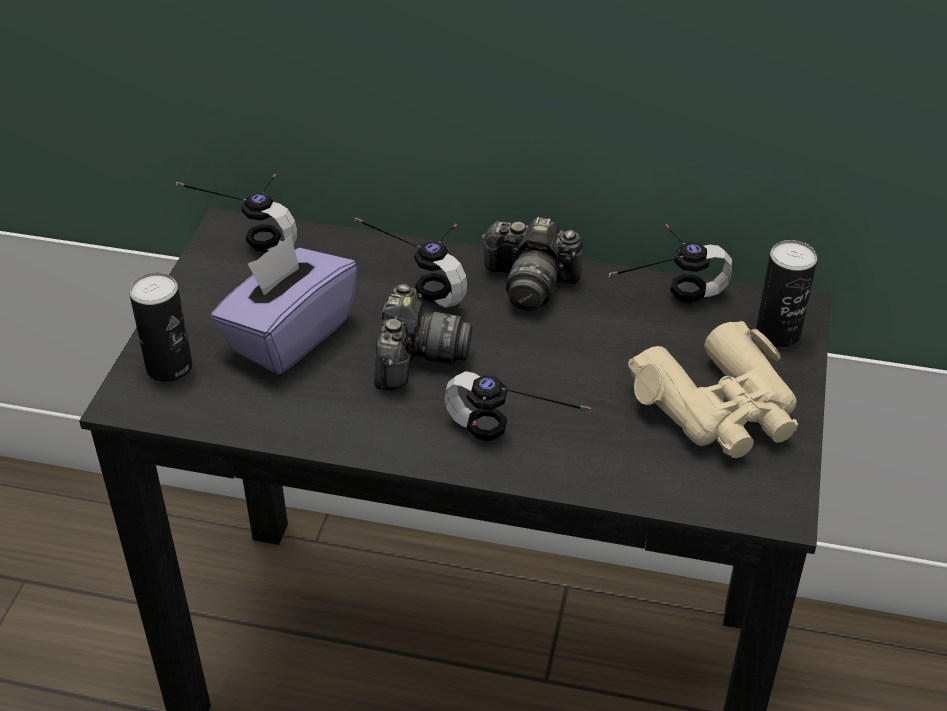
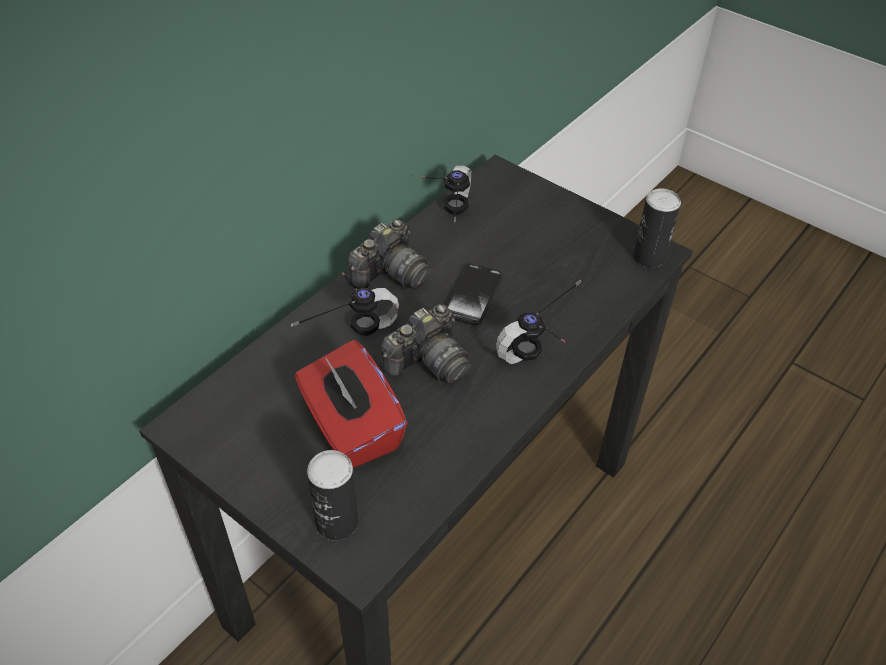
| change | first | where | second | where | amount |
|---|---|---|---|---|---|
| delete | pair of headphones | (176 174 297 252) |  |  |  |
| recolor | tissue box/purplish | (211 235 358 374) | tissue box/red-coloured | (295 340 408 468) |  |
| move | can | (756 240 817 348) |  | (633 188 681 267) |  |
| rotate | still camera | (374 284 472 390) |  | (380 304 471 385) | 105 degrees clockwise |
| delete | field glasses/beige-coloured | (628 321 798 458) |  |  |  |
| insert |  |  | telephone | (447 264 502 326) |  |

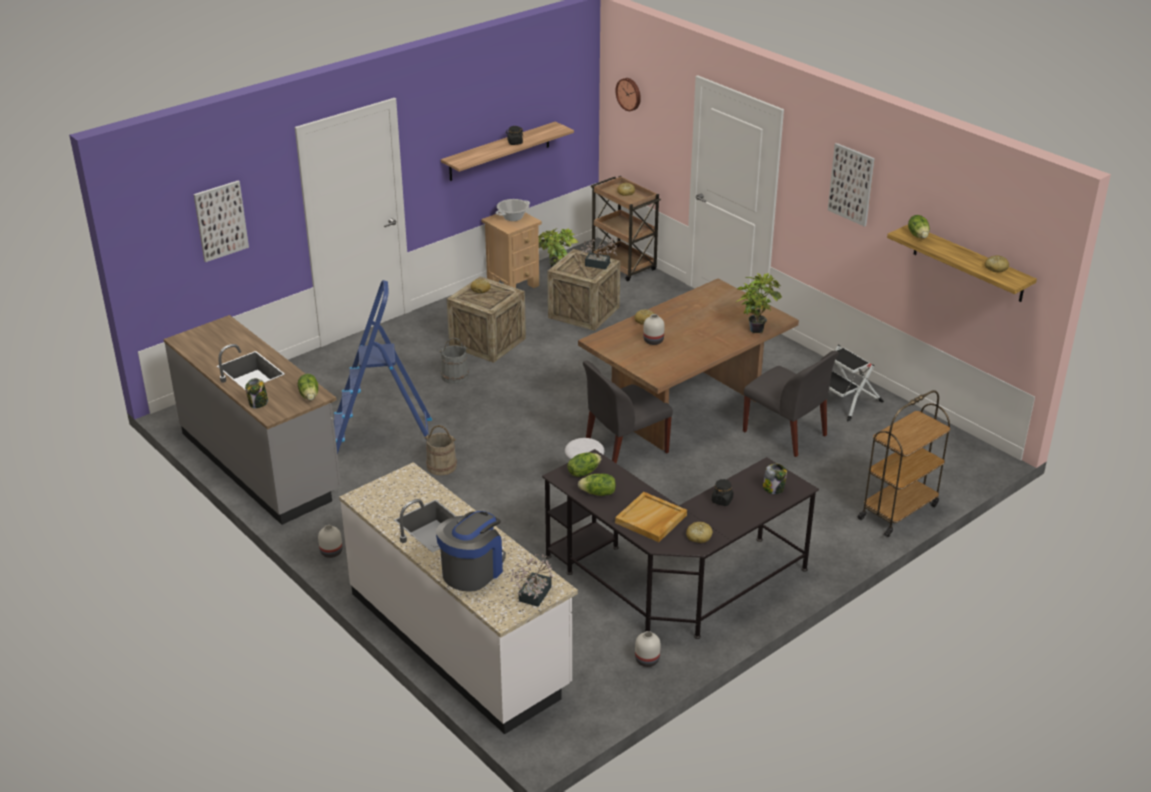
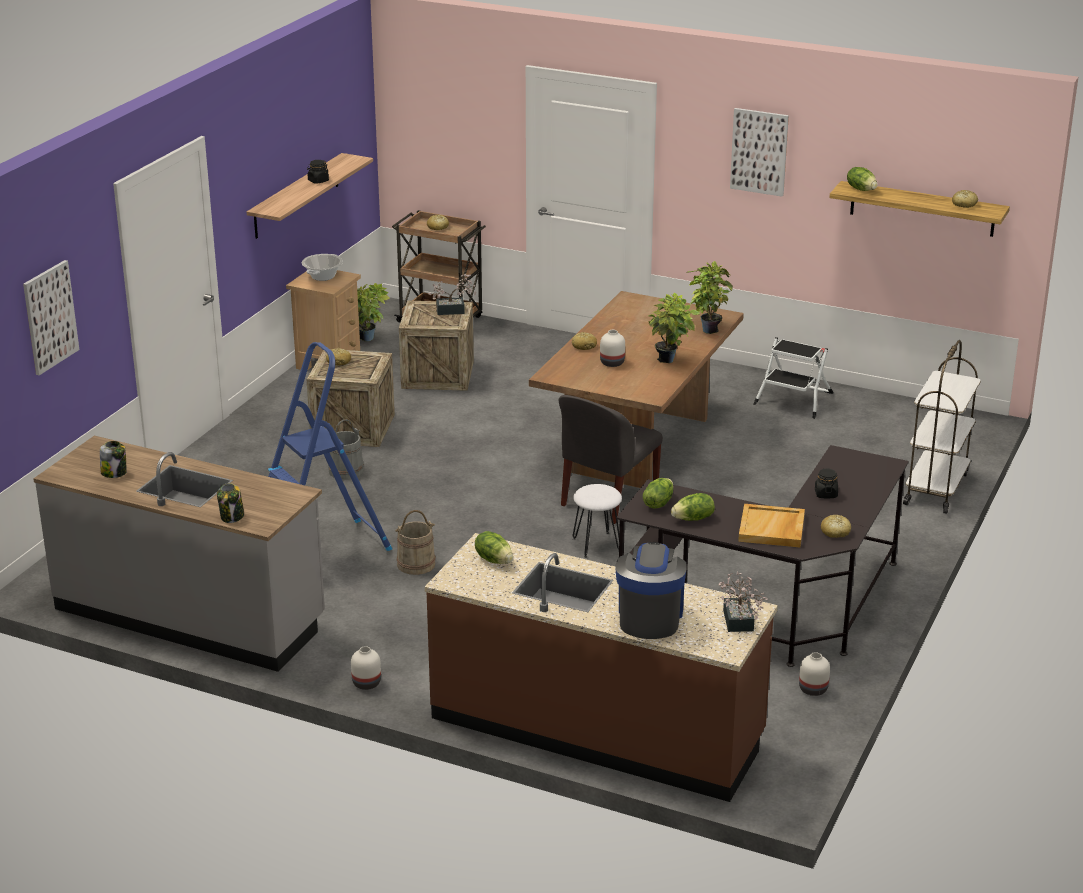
| change | first | where | second | where | amount |
|---|---|---|---|---|---|
| delete | clock on the wall | (616 78 641 111) |  |  |  |
| delete | chair/grey | (743 351 839 457) |  |  |  |
| move | lettuce | (298 374 318 400) |  | (475 531 513 564) |  |
| recolor | wheeled cart/brownish | (858 390 951 537) | wheeled cart/white-coloured | (903 340 981 513) |  |
| recolor | kitchen counter/white-coloured | (339 462 578 734) | kitchen counter/brownish | (425 533 778 802) |  |
| move | storage jar | (763 464 787 494) |  | (100 441 127 478) |  |
| insert |  |  | houseplant | (648 292 700 363) |  |

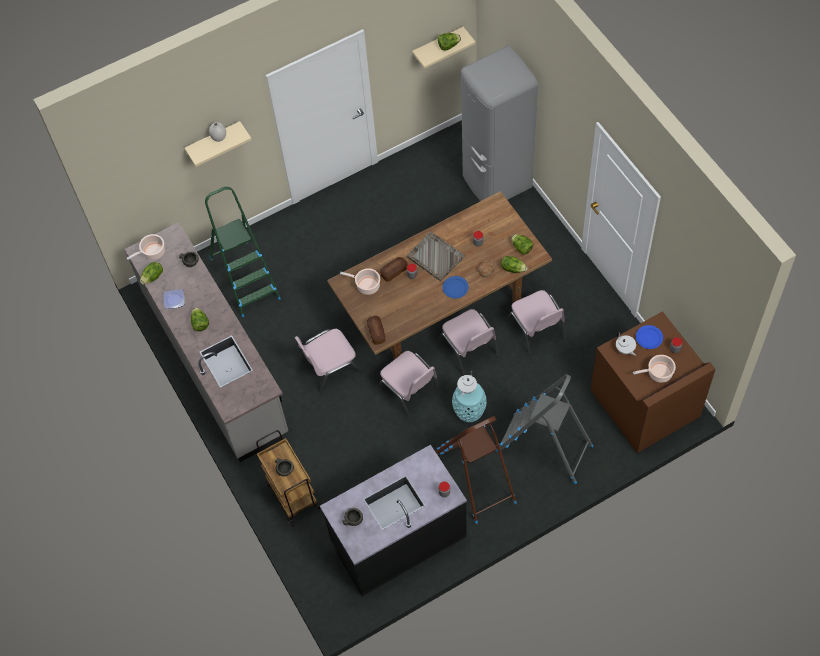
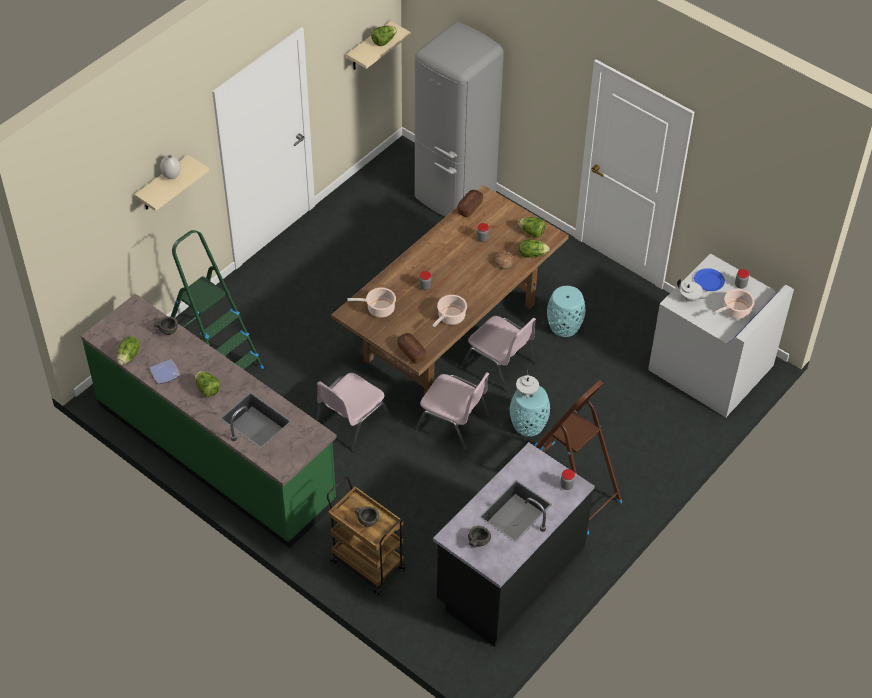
| change | first | where | second | where | amount |
|---|---|---|---|---|---|
| recolor | kitchen counter/grey | (125 222 288 462) | kitchen counter/green-coloured | (81 294 337 548) |  |
| delete | serving tray/grey | (406 232 465 281) |  |  |  |
| move | cooking pot | (127 234 165 260) |  | (432 295 467 327) |  |
| move | bakery bread | (380 257 408 282) |  | (457 190 483 218) |  |
| delete | dinner plate/blue | (442 276 469 299) |  |  |  |
| replace | chair/pink | (506 290 566 355) | stool/turquoise | (547 286 585 337) |  |
| recolor | laundry appliance/brownish | (590 311 716 453) | laundry appliance/white-coloured | (648 253 794 418) |  |
| delete | stepladder/grey | (496 374 594 484) |  |  |  |

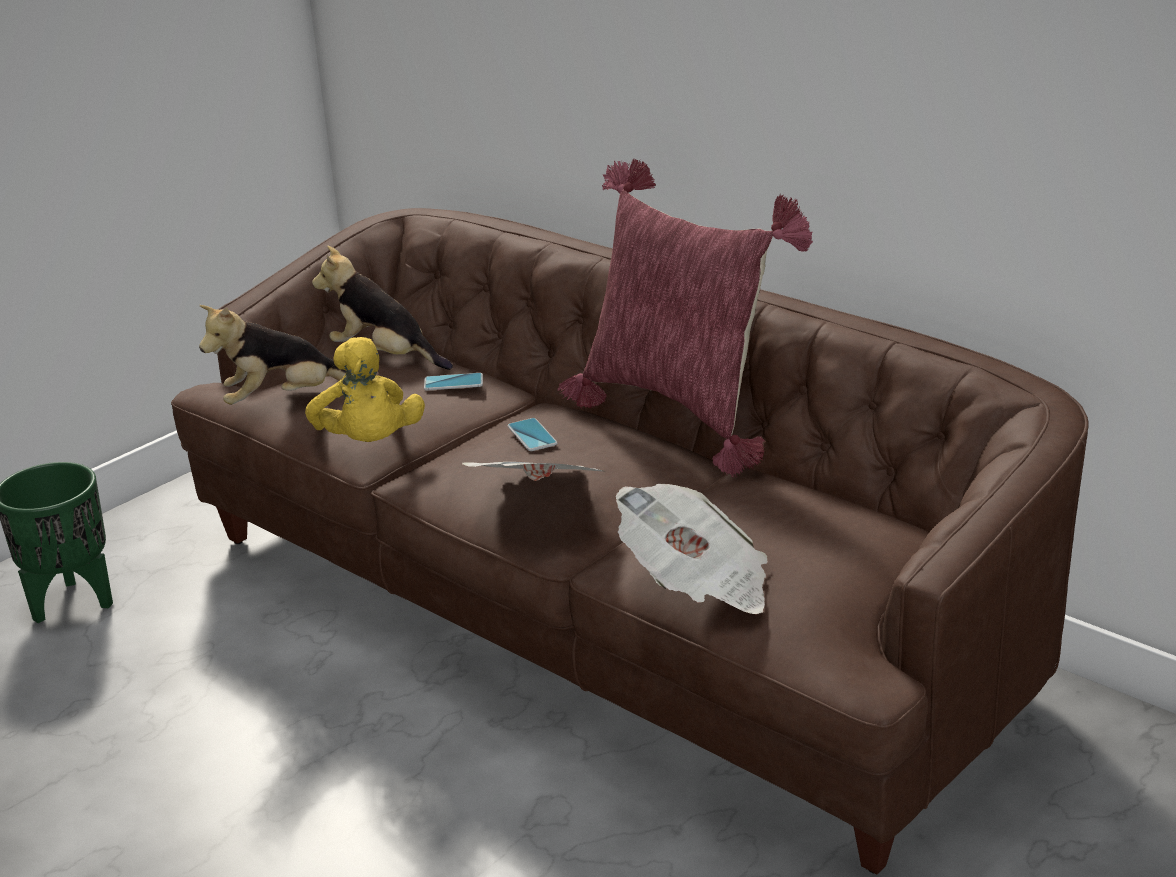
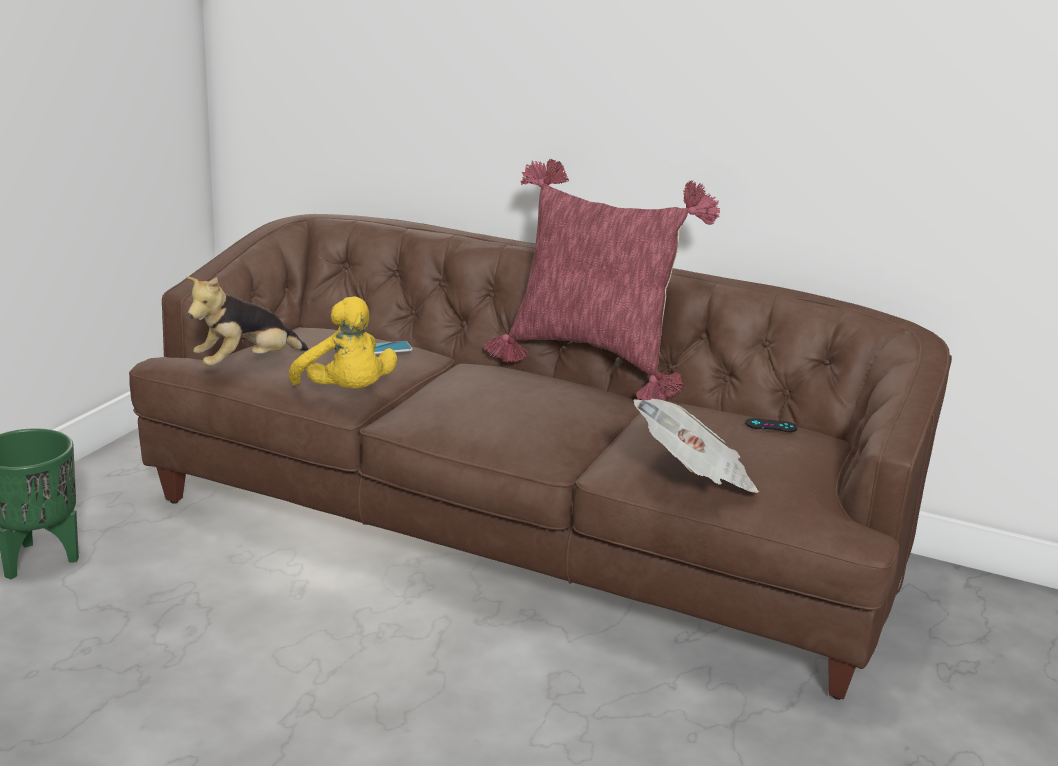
| change | first | where | second | where | amount |
|---|---|---|---|---|---|
| delete | soft toy | (312 246 453 370) |  |  |  |
| delete | telephone | (508 418 558 451) |  |  |  |
| delete | newspaper | (462 462 605 481) |  |  |  |
| insert |  |  | joypad/black-coloured | (745 418 798 432) |  |

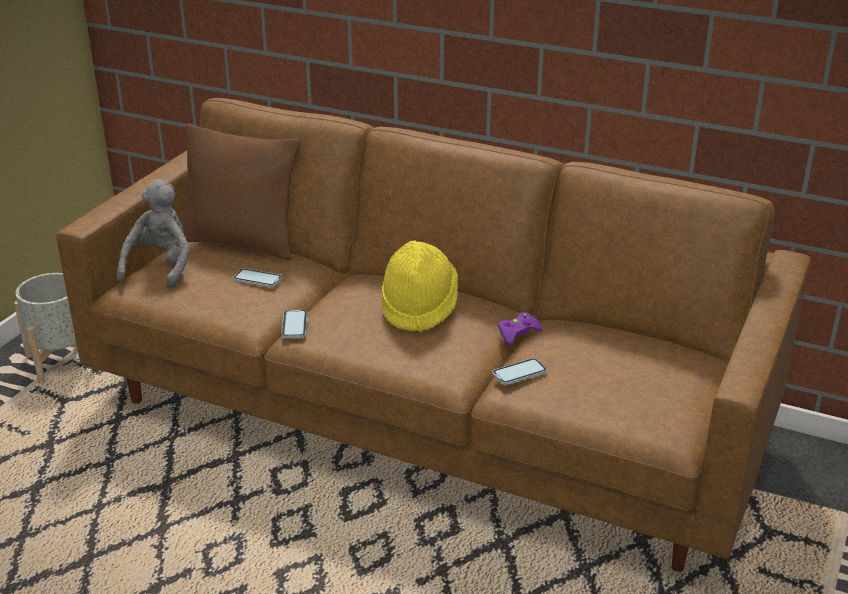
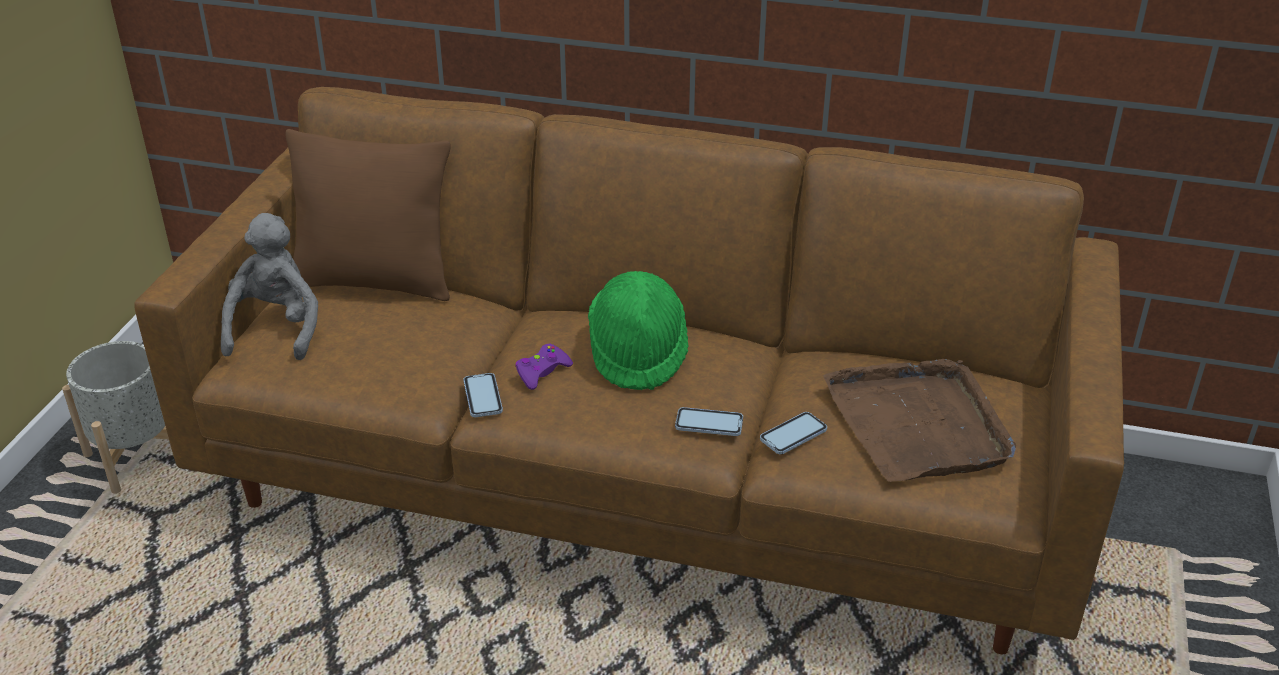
| change | first | where | second | where | amount |
|---|---|---|---|---|---|
| recolor | hat/yellowish | (382 241 458 332) | hat/green-coloured | (588 271 688 390) |  |
| move | telephone | (233 268 282 287) |  | (675 407 743 436) |  |
| move | joypad/purplish | (498 312 543 344) |  | (515 344 573 390) |  |
| insert |  |  | serving tray/brownish | (823 359 1016 482) |  |

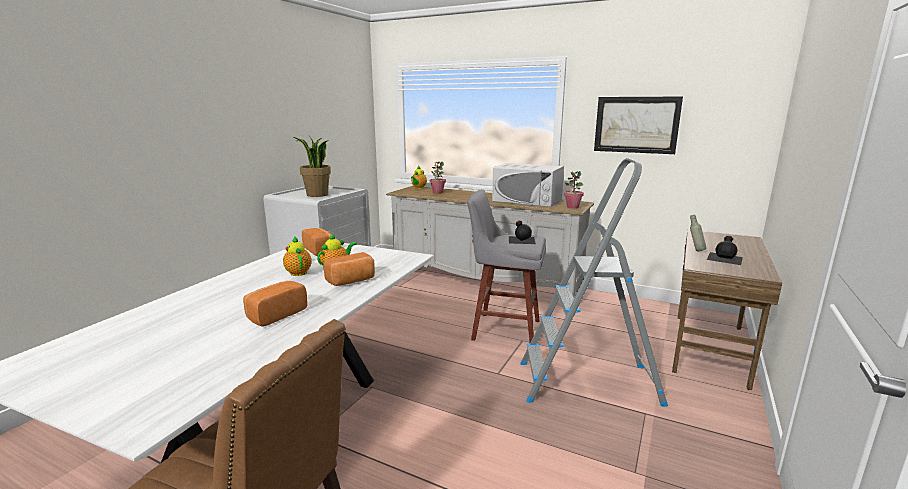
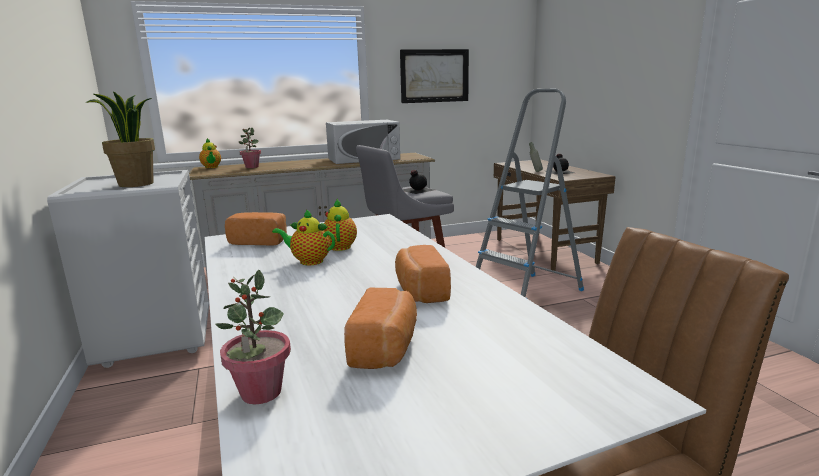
| change | first | where | second | where | amount |
|---|---|---|---|---|---|
| move | houseplant | (564 171 584 209) |  | (216 270 291 404) |  |
| move | bakery bread | (324 252 375 286) |  | (344 288 417 369) |  |

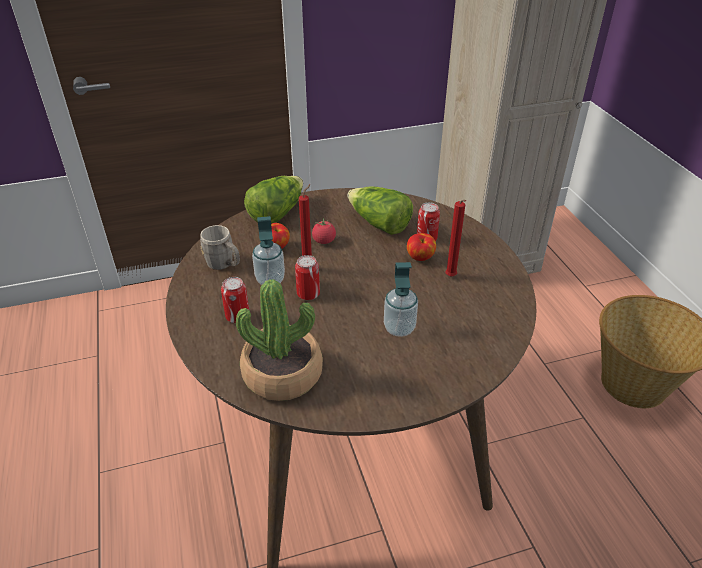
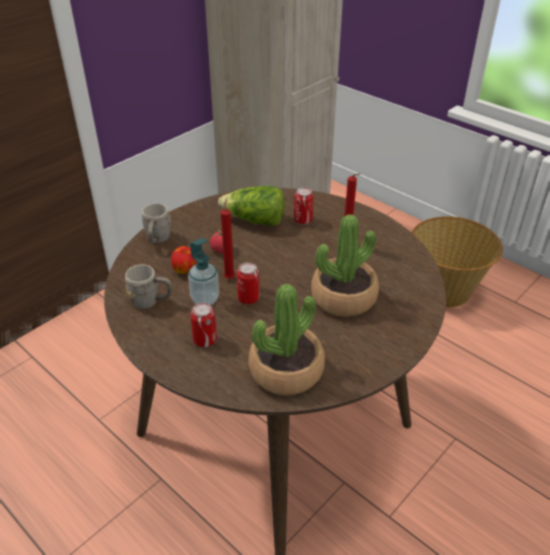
| change | first | where | second | where | amount |
|---|---|---|---|---|---|
| replace | lettuce | (244 176 303 224) | mug/grey | (142 203 171 244) |  |
| delete | whole apple | (407 233 436 261) |  |  |  |
| replace | soap dispenser | (384 262 418 337) | houseplant | (311 214 379 317) |  |

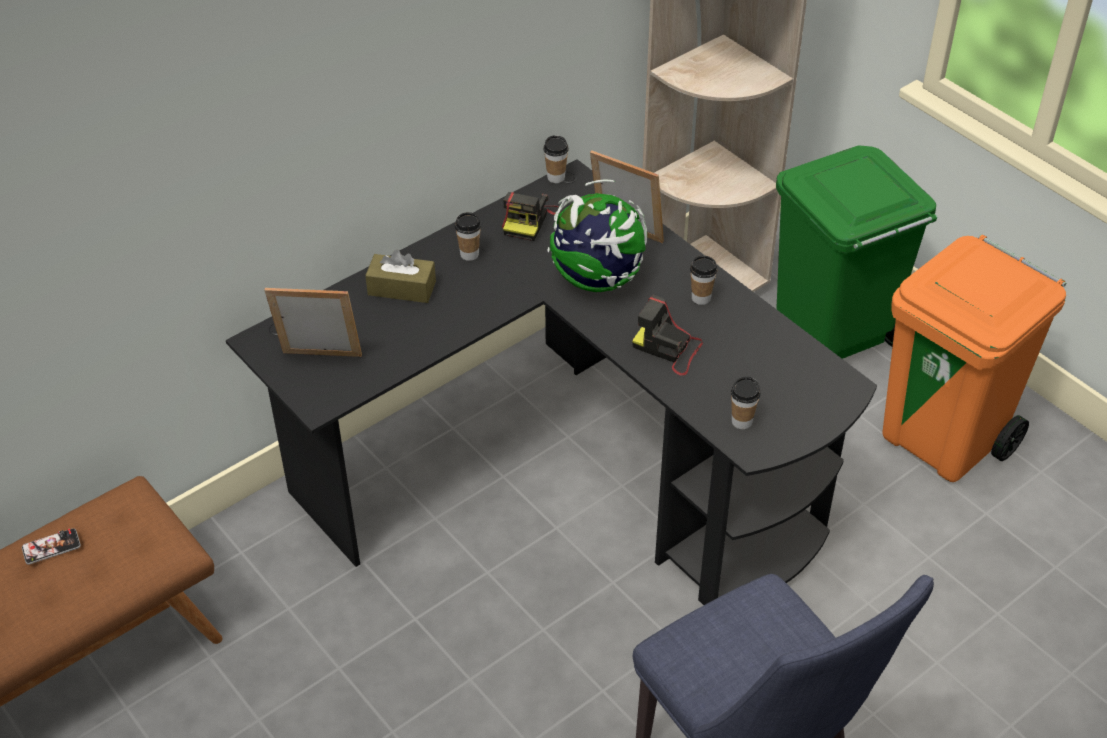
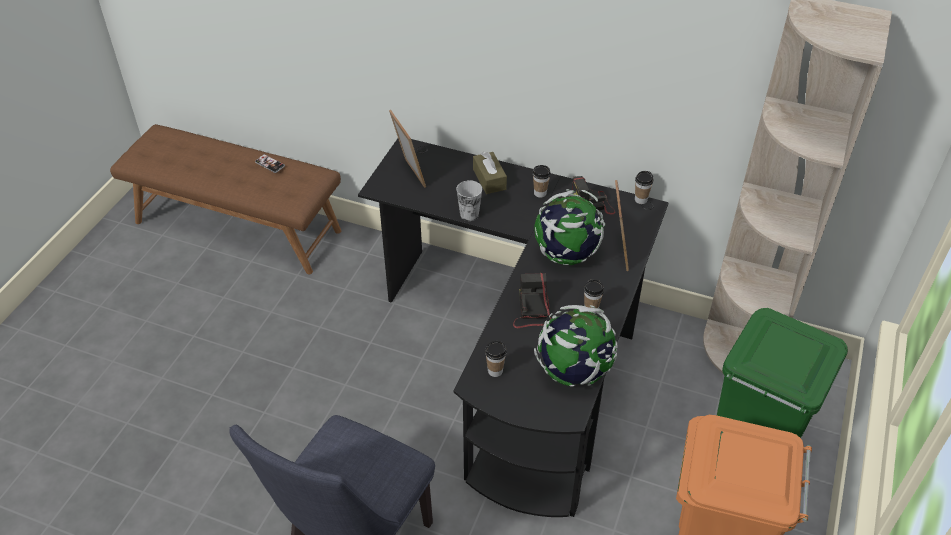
| change | first | where | second | where | amount |
|---|---|---|---|---|---|
| insert |  |  | cup | (456 180 482 221) |  |
| insert |  |  | desk globe | (534 305 618 387) |  |

